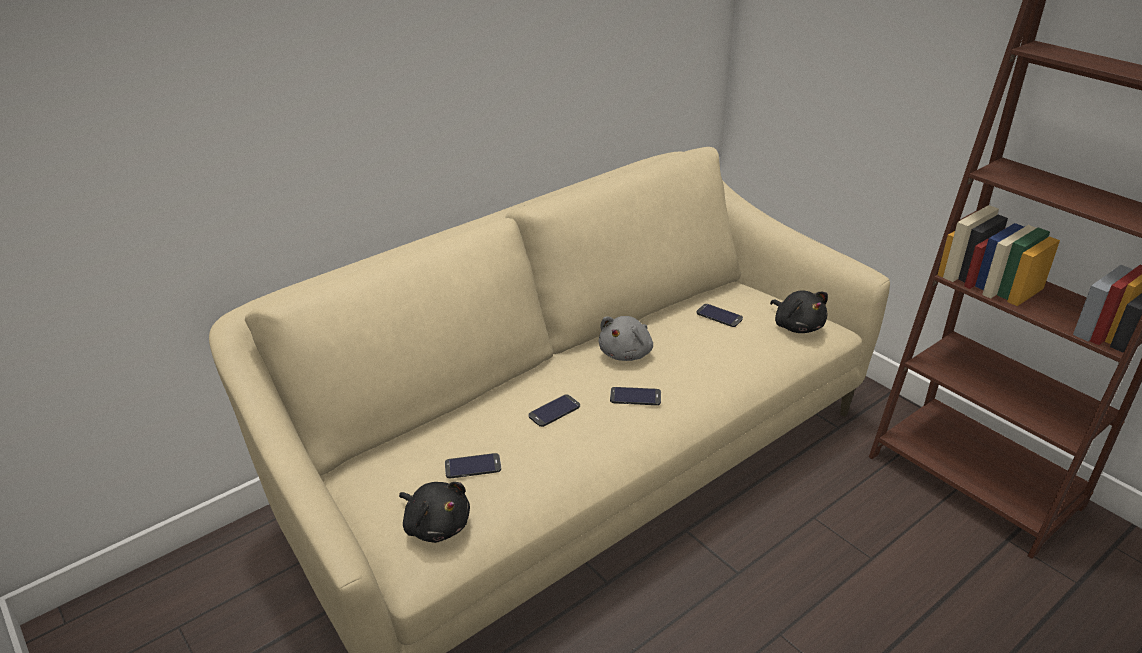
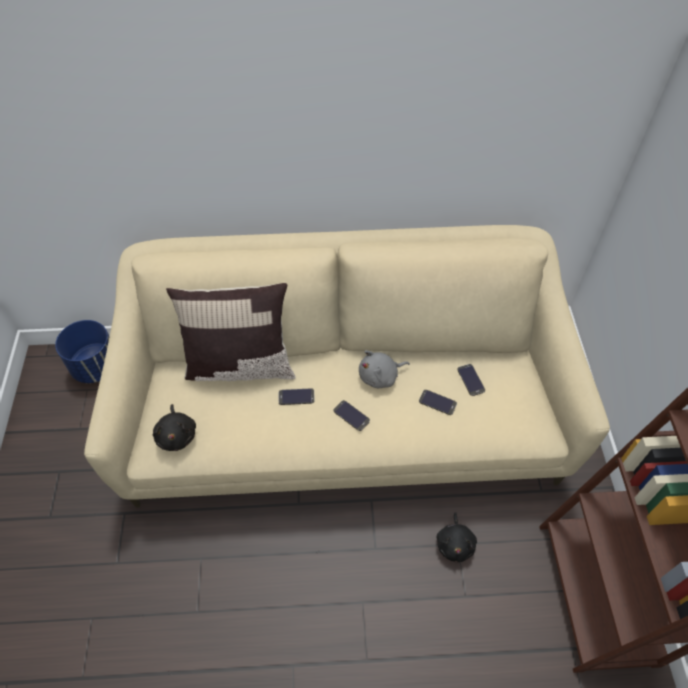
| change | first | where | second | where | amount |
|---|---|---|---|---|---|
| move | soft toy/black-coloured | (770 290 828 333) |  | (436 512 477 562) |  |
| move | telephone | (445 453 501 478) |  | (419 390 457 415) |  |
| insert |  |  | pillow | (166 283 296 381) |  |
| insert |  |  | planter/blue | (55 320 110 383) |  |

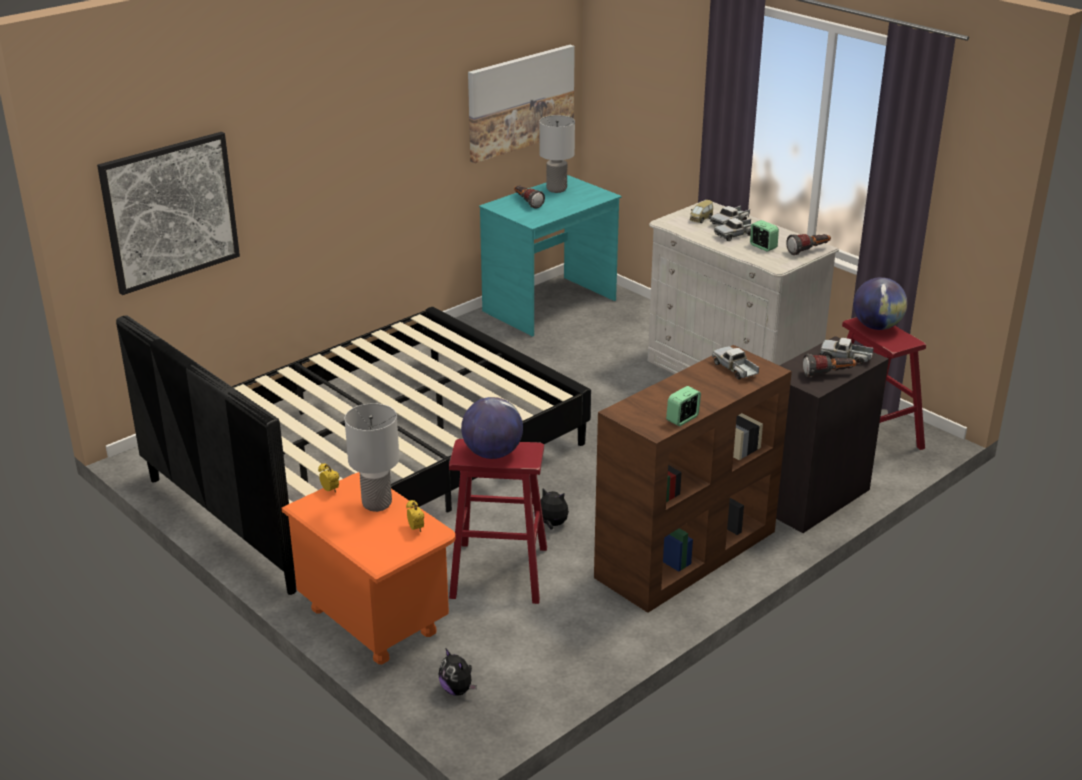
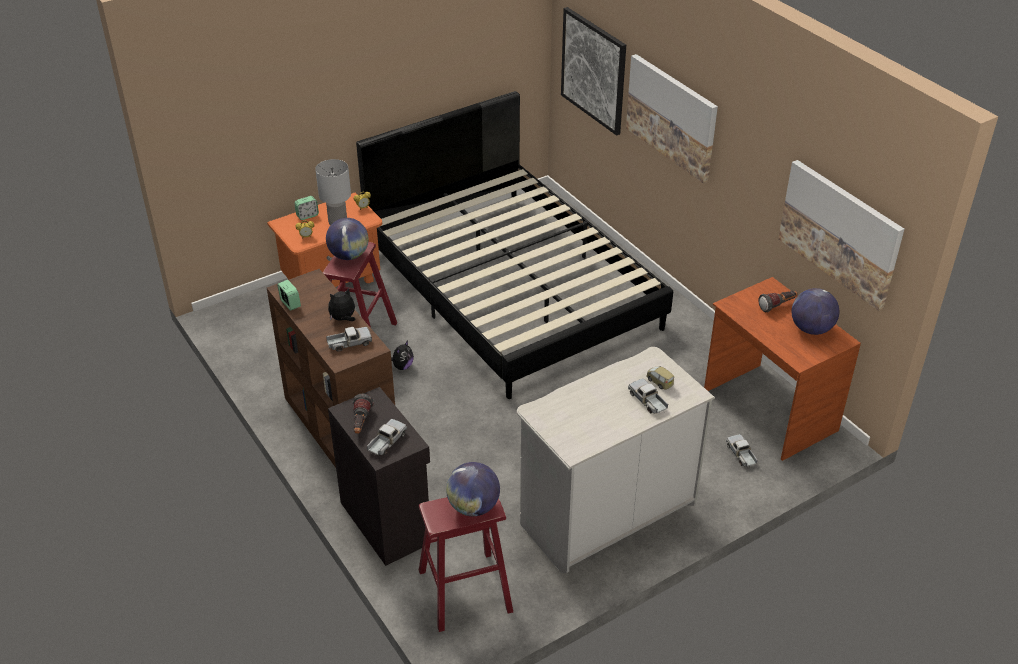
| change | first | where | second | where | amount |
|---|---|---|---|---|---|
| replace | lamp for a table/grey | (539 115 575 193) | desk globe | (792 288 839 335) |  |
| recolor | desk table/turquoise | (479 175 622 337) | desk table/brownish | (704 277 861 461) |  |
| move | toy lorry | (714 218 751 241) |  | (726 434 758 467) |  |
| move | table clock | (750 220 779 251) |  | (294 196 319 220) |  |
| delete | hand torch | (786 234 831 255) |  |  |  |
| move | soft toy | (439 649 477 696) |  | (328 288 356 321) |  |
| insert |  |  | picture | (626 54 718 183) |  |

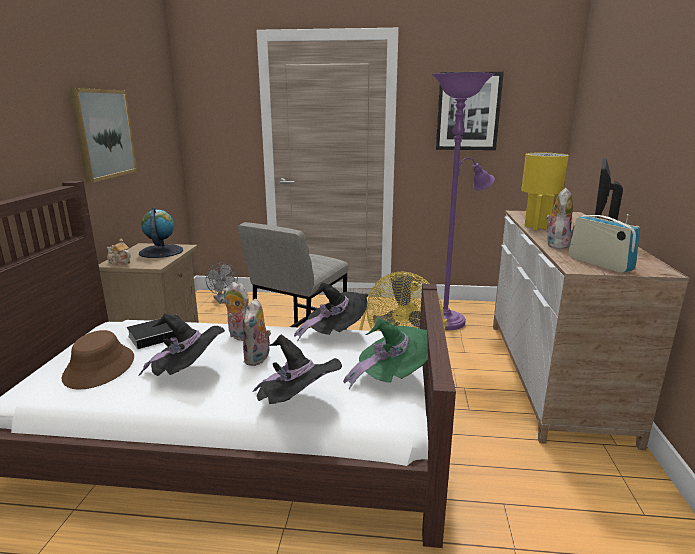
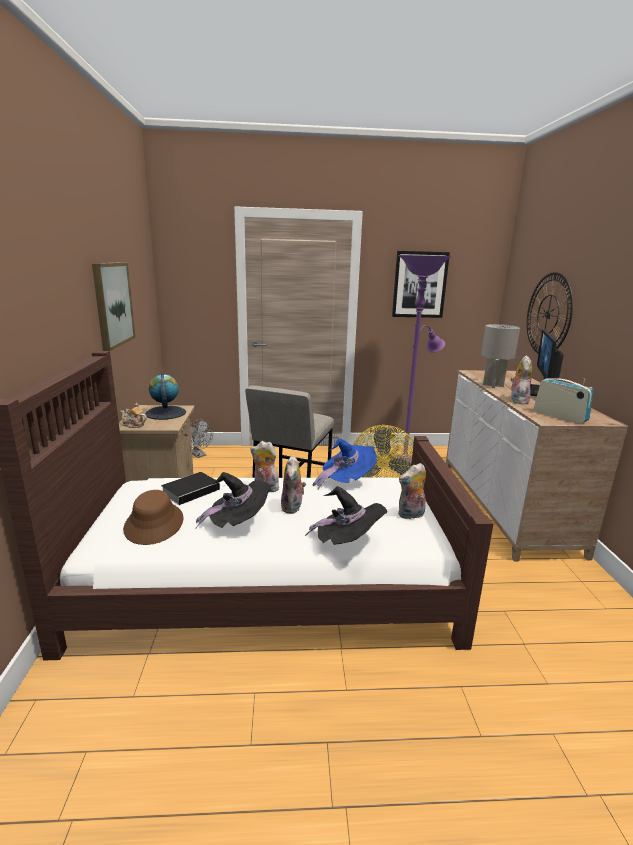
| change | first | where | second | where | amount |
|---|---|---|---|---|---|
| recolor | lamp for a table/yellowish | (521 153 569 230) | lamp for a table/grey | (481 324 520 388) |  |
| recolor | hat/black-coloured | (294 282 368 342) | hat/blue | (313 438 377 490) |  |
| replace | hat/green-coloured | (343 318 428 390) | soft toy | (398 463 426 520) |  |
| insert |  |  | clock on the wall | (527 272 573 354) |  |

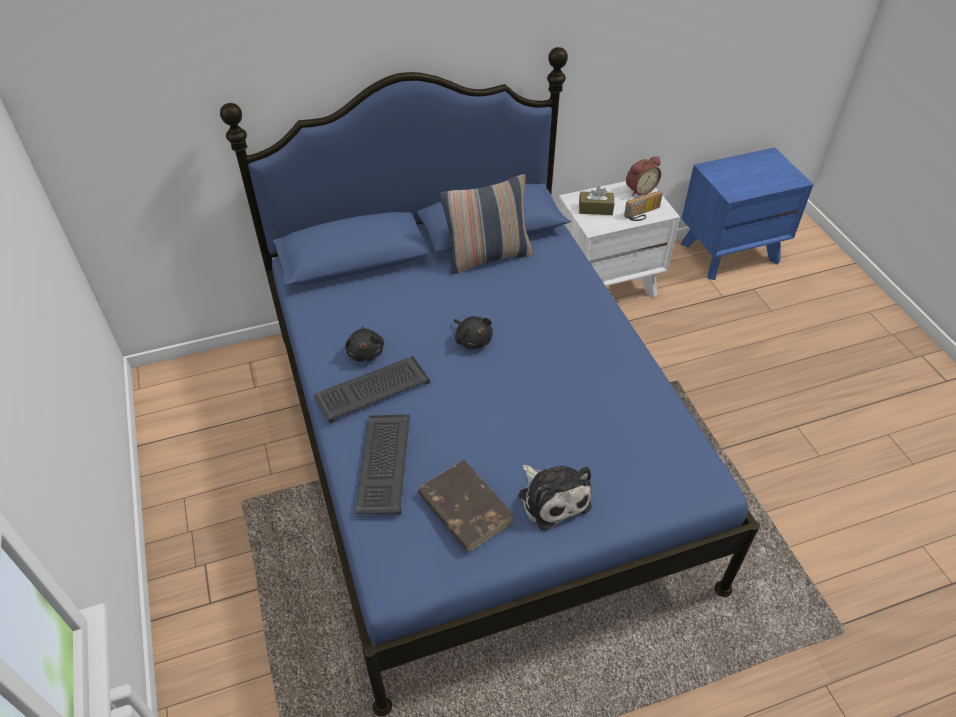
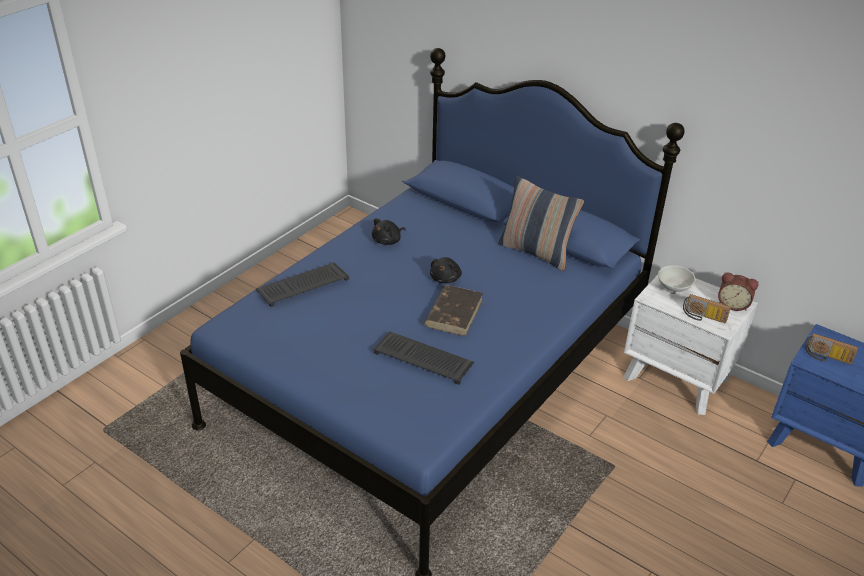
| change | first | where | second | where | amount |
|---|---|---|---|---|---|
| replace | tissue box/brownish | (579 186 614 215) | deep dish/white-coloured | (658 265 696 294) |  |
| move | keyboard | (313 356 430 423) |  | (373 331 474 385) |  |
| move | volume/brownish | (418 460 514 552) |  | (424 285 483 336) |  |
| delete | soft toy | (519 465 591 531) |  |  |  |
| insert |  |  | radio set | (805 333 858 364) |  |

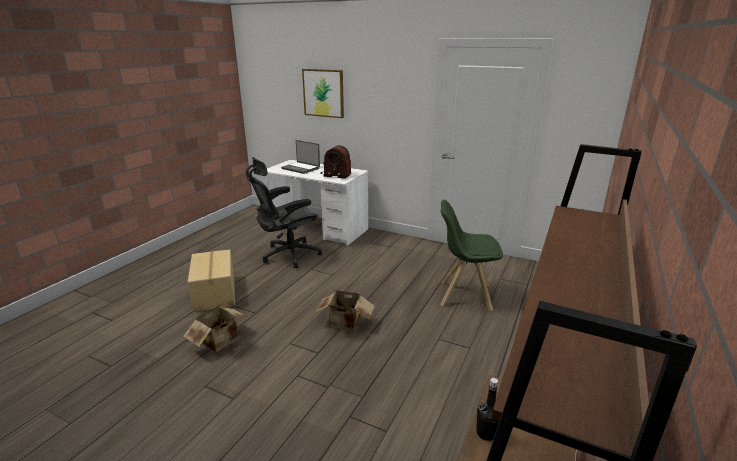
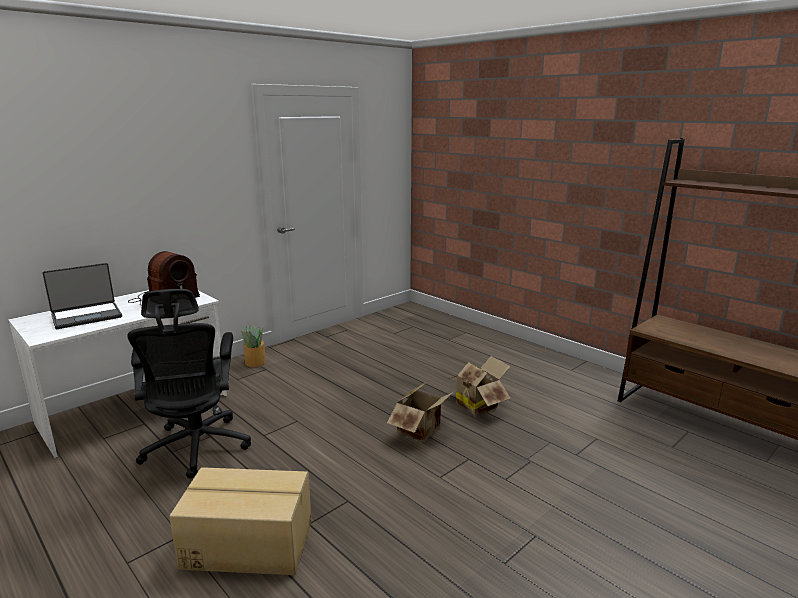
| change | first | where | second | where | amount |
|---|---|---|---|---|---|
| delete | picture | (302 69 344 118) |  |  |  |
| delete | chair/green-coloured | (440 200 503 312) |  |  |  |
| move | carton | (184 304 249 352) |  | (446 356 510 415) |  |
| delete | drink bottle/black-coloured | (477 378 499 441) |  |  |  |
| insert |  |  | houseplant | (241 324 266 367) |  |

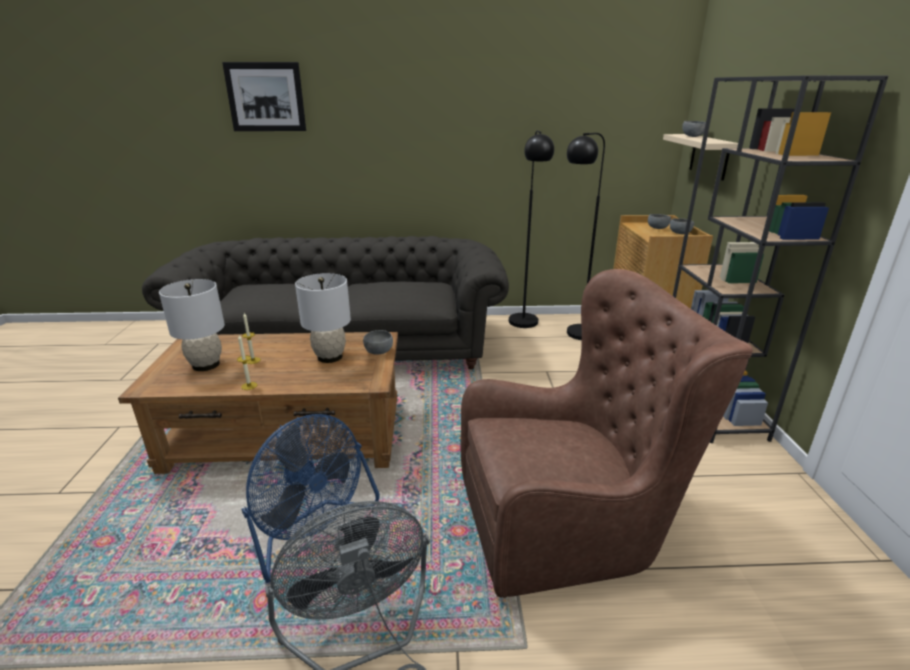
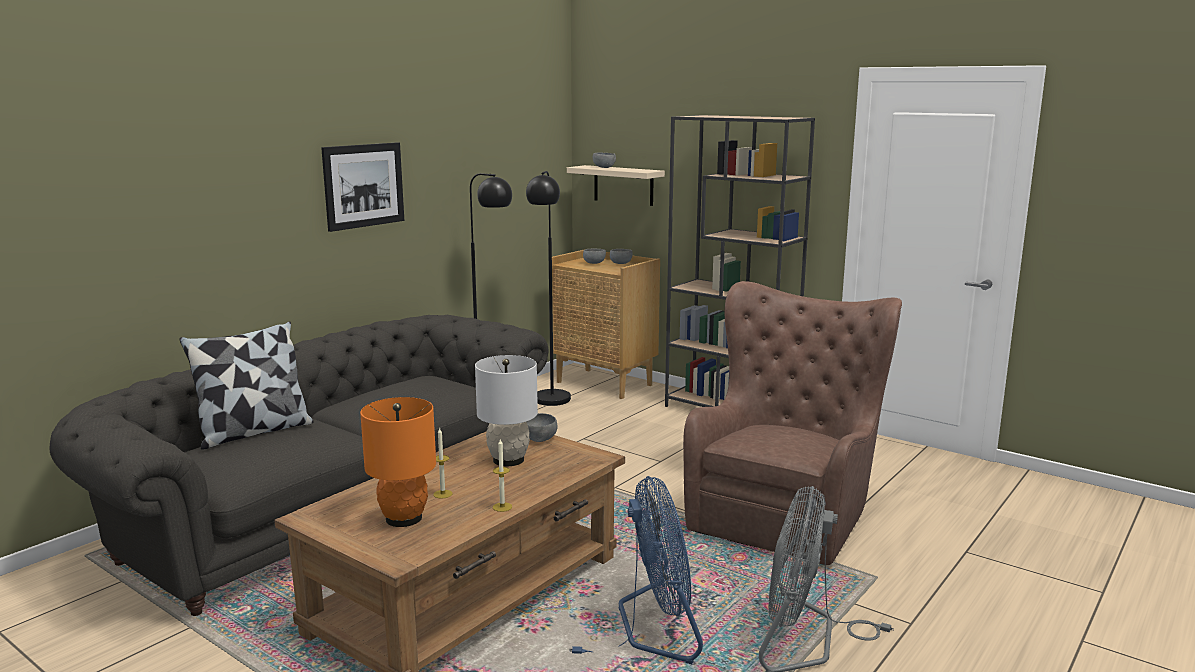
| change | first | where | second | where | amount |
|---|---|---|---|---|---|
| move | picture | (222 62 306 131) |  | (321 142 404 232) |  |
| recolor | lamp for a table/white-coloured | (159 279 225 371) | lamp for a table/orange | (360 397 436 527) |  |
| insert |  |  | pillow | (179 321 313 450) |  |

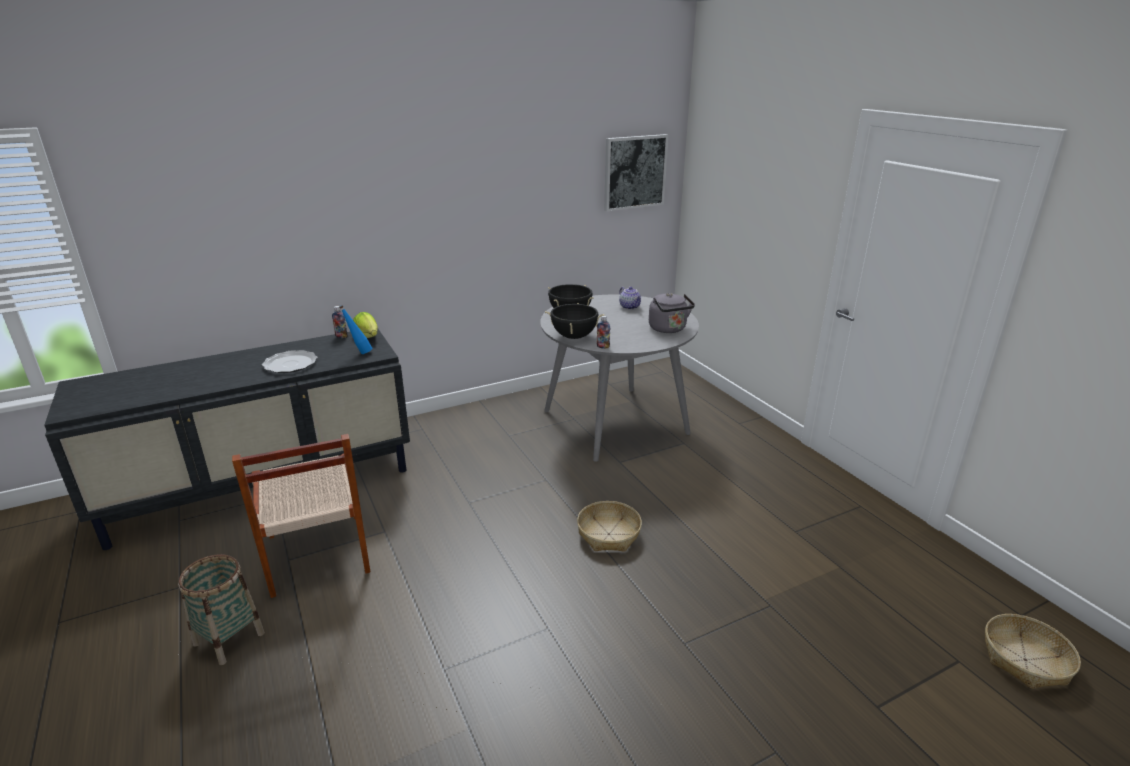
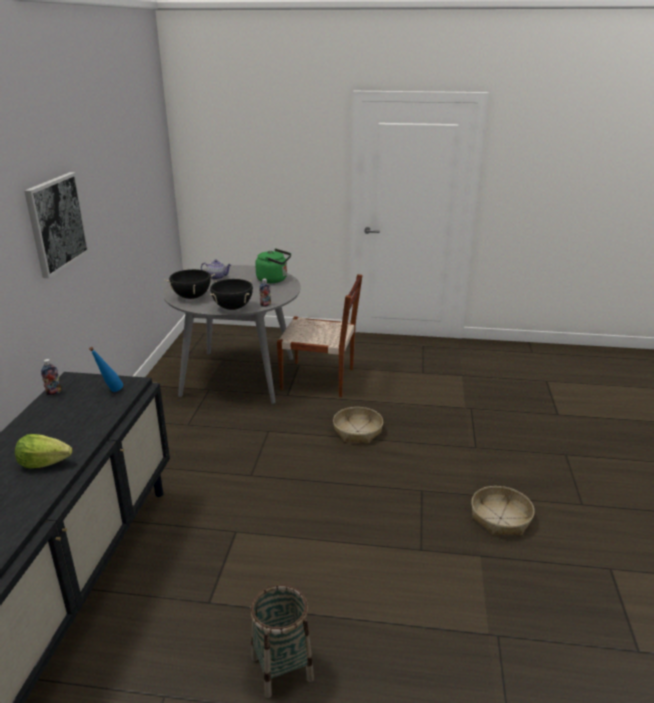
| change | first | where | second | where | amount |
|---|---|---|---|---|---|
| move | picture | (604 134 668 211) |  | (24 172 89 278) |  |
| recolor | kettle/grey | (649 293 695 333) | kettle/green-coloured | (255 249 291 283) |  |
| move | lettuce | (353 312 378 338) |  | (15 434 72 468) |  |
| delete | dinner plate | (262 350 318 373) |  |  |  |
| move | chair | (232 434 370 598) |  | (277 274 363 397) |  |
| move | basket | (985 614 1081 689) |  | (471 486 535 536) |  |

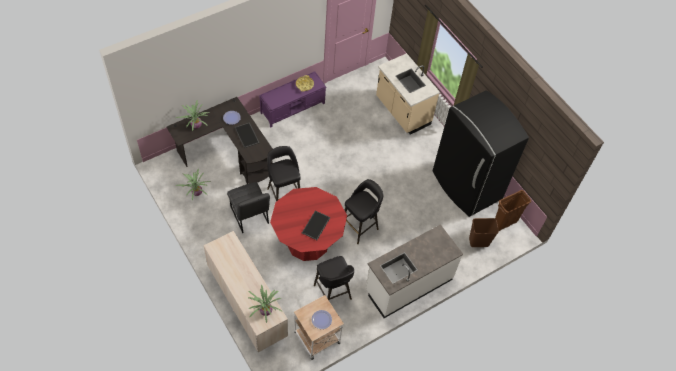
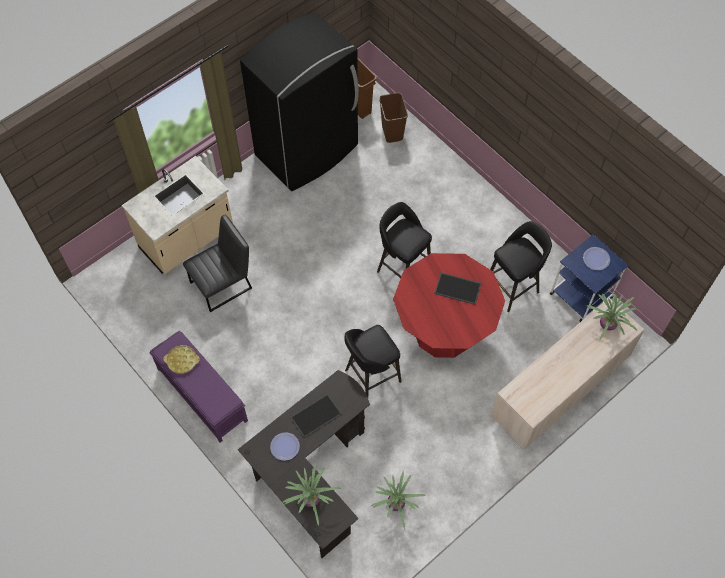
| change | first | where | second | where | amount |
|---|---|---|---|---|---|
| move | chair/grey | (227 182 270 233) |  | (183 215 252 312) |  |
| delete | kitchen counter/white-coloured | (366 224 463 318) |  |  |  |
| recolor | wheeled cart/beige-coloured | (294 295 344 360) | wheeled cart/blue | (550 234 629 322) |  |

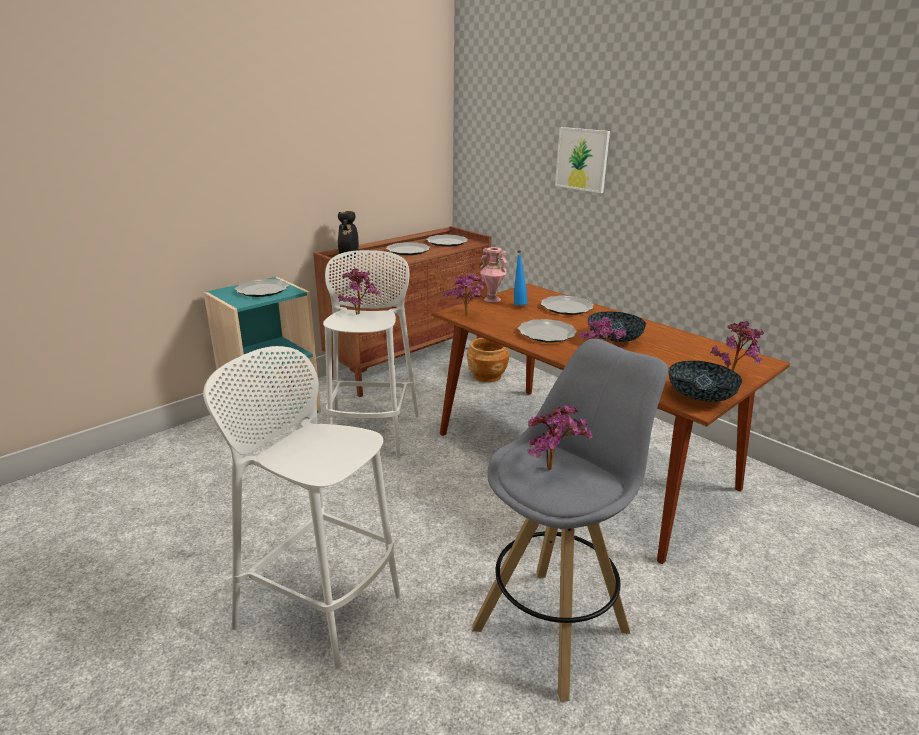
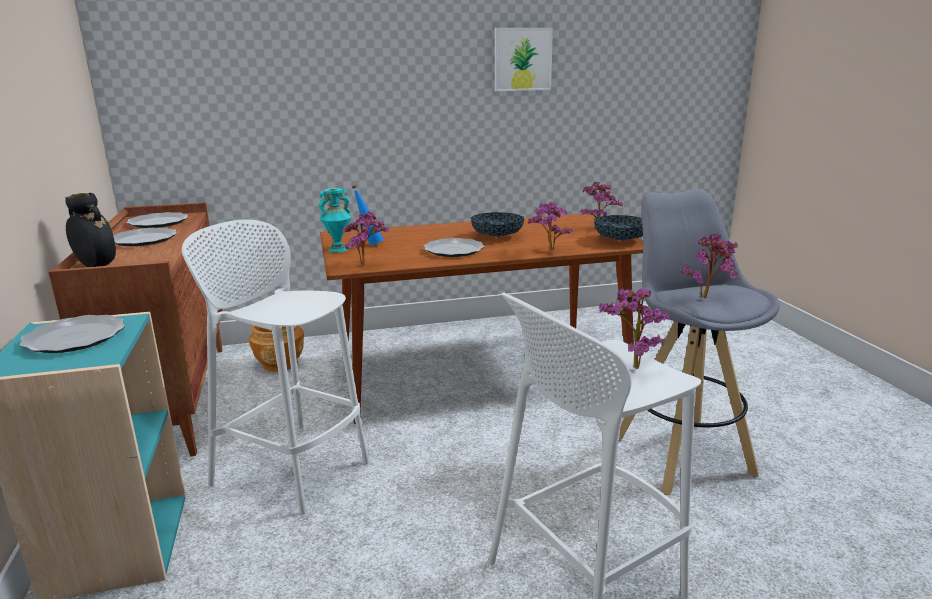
| change | first | where | second | where | amount |
|---|---|---|---|---|---|
| move | picture | (555 127 610 193) |  | (495 28 553 91) |  |
| recolor | flower vase/pink | (480 247 507 302) | flower vase/turquoise | (318 188 351 253) |  |
| move | houseplant | (338 268 380 315) |  | (599 288 669 369) |  |
| delete | dinner plate | (541 295 593 315) |  |  |  |

